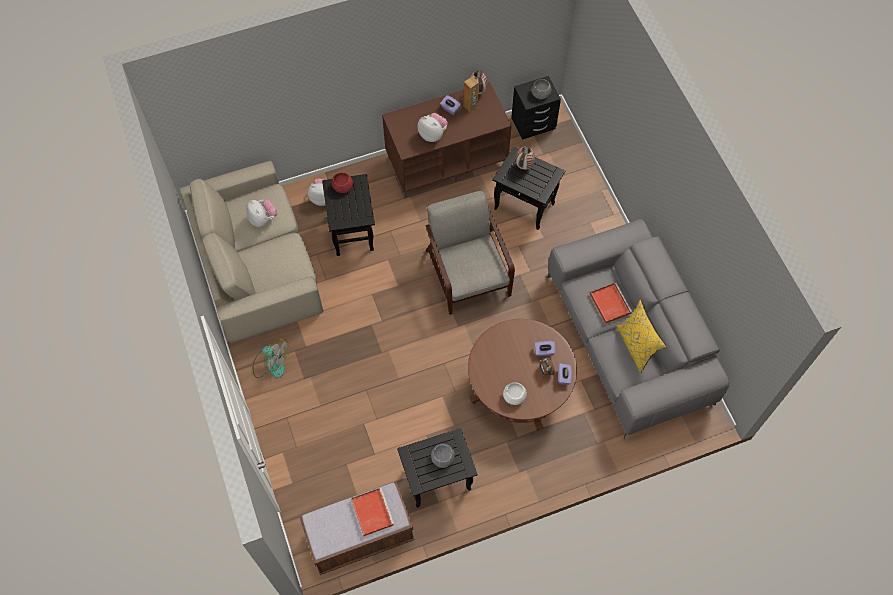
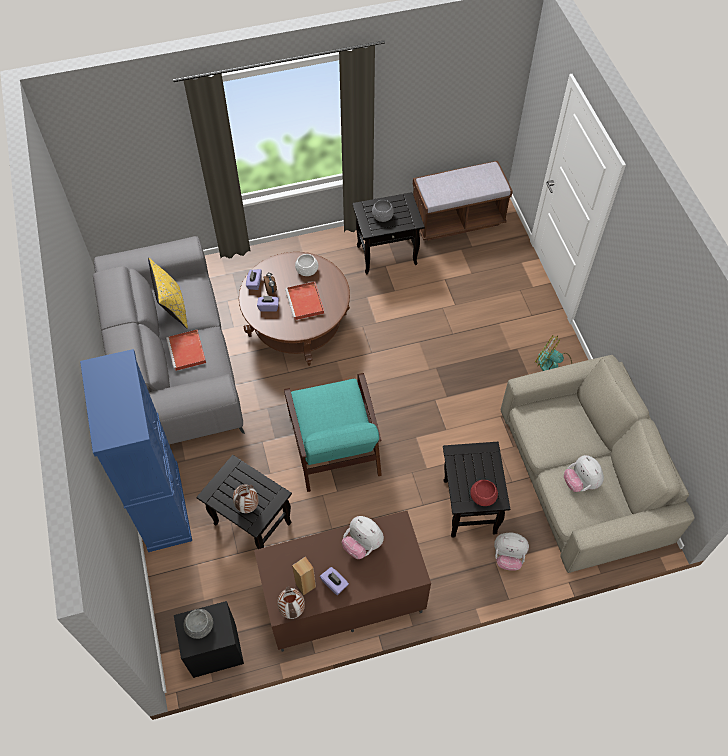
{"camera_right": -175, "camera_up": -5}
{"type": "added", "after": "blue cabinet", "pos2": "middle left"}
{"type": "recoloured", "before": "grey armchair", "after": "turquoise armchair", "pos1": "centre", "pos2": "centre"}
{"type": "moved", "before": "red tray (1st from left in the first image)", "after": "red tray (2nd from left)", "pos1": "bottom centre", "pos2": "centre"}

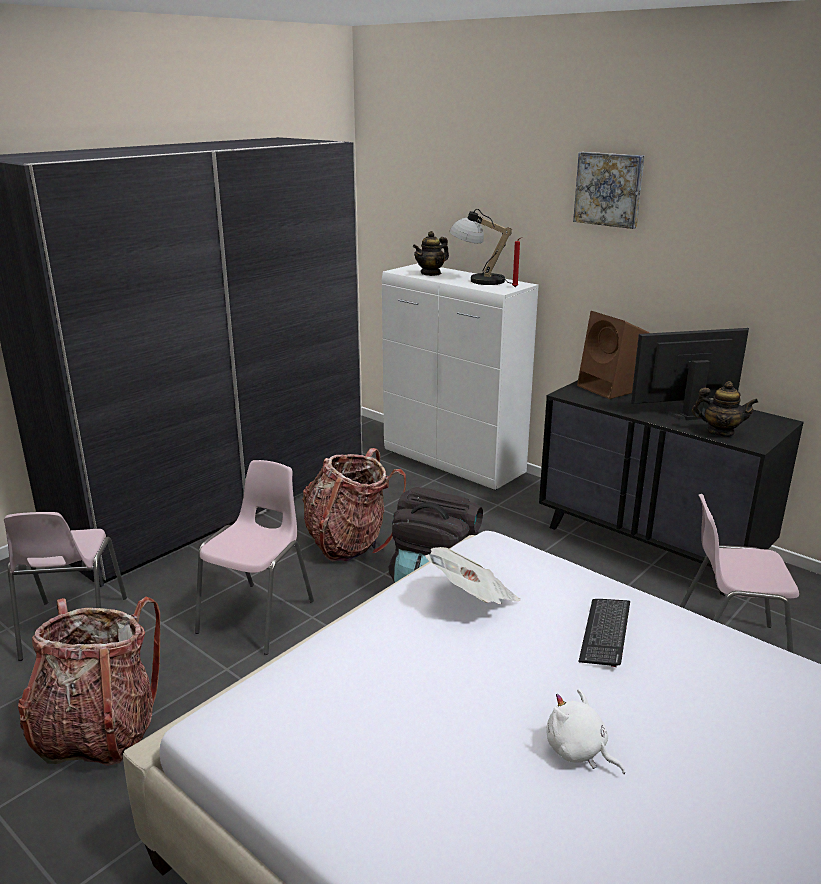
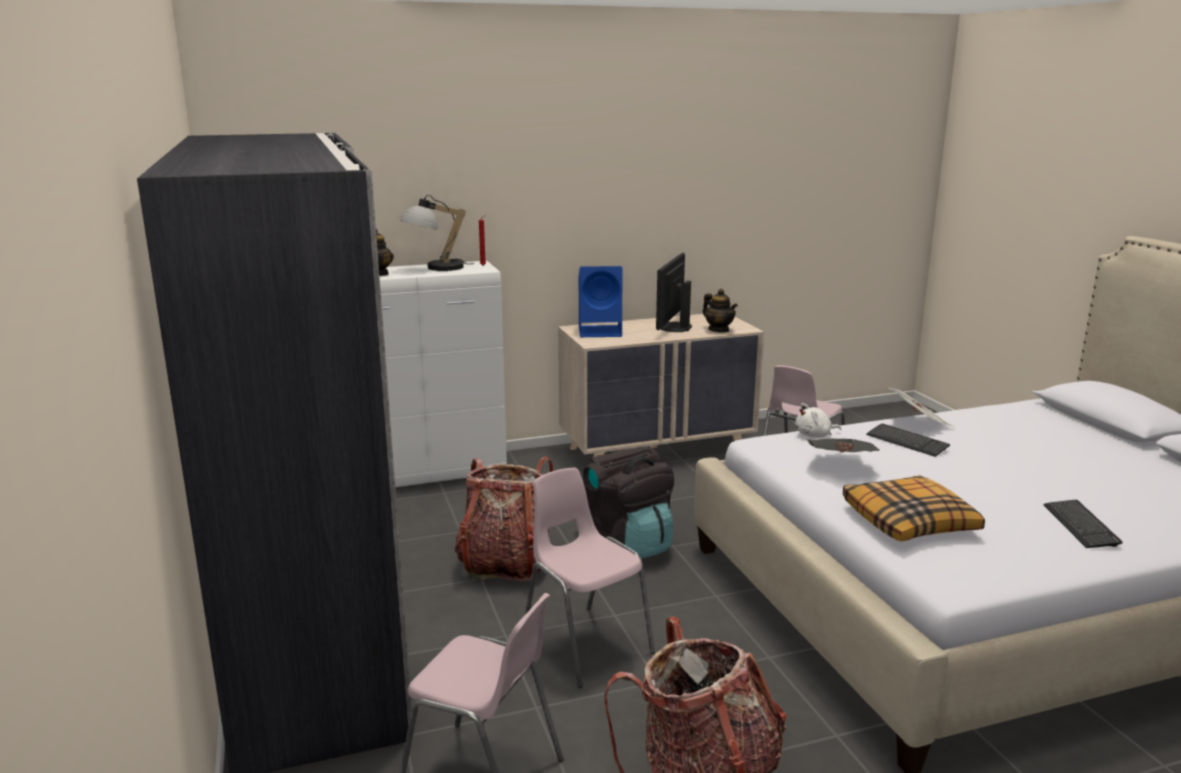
{"camera_right": -60, "camera_up": -5}
{"type": "recoloured", "before": "black dresser", "after": "beige dresser", "pos1": "middle right", "pos2": "centre"}
{"type": "recoloured", "before": "brown speaker", "after": "blue speaker", "pos1": "middle right", "pos2": "centre"}
{"type": "turned", "before": "teapot (2nd from left)", "pos1": "middle right", "pos2": "centre", "turn": 90}
{"type": "moved", "before": "white plush toy", "pos1": "bottom right", "pos2": "middle right"}
{"type": "added", "after": "pillow", "pos2": "middle right"}
{"type": "added", "after": "newspaper (2nd from left)", "pos2": "middle right"}
{"type": "added", "after": "keyboard (2nd from left)", "pos2": "bottom right"}
{"type": "removed", "before": "picture", "pos1": "top right"}

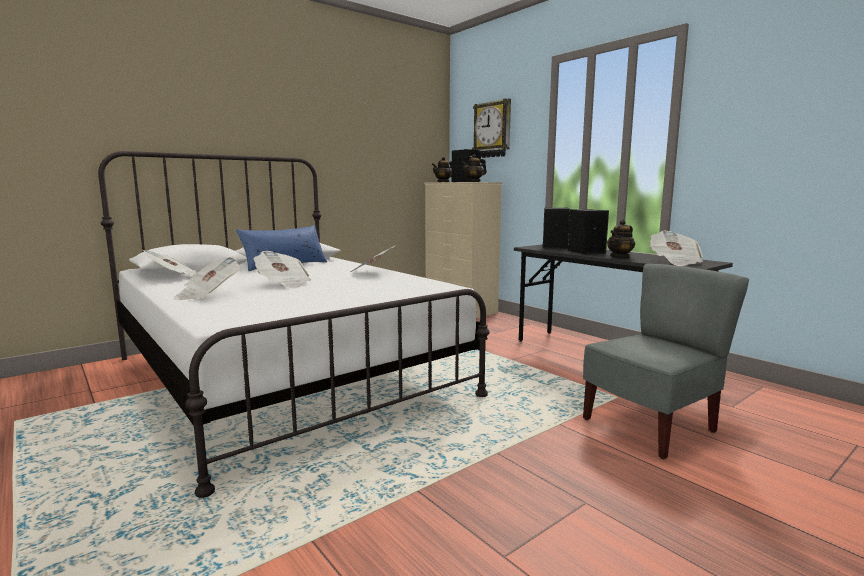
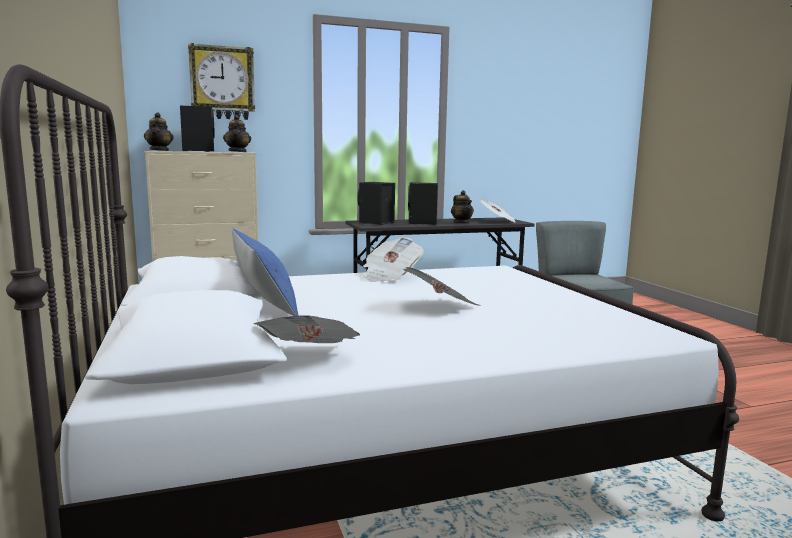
{"camera_right": -70, "camera_up": 0}
{"type": "removed", "before": "newspaper (2nd from left)", "pos1": "middle left"}

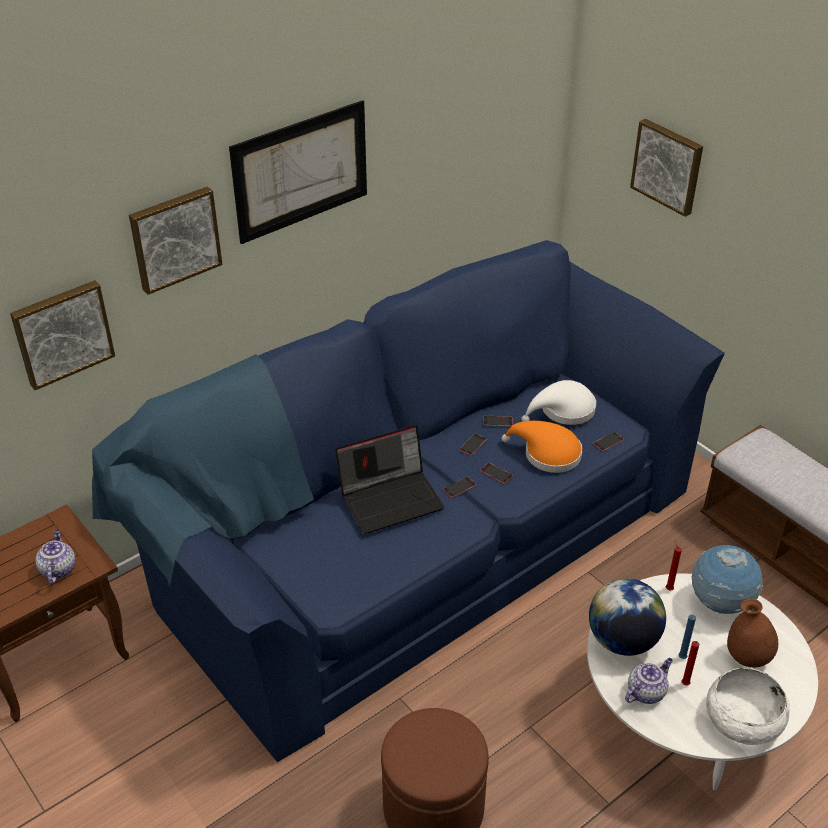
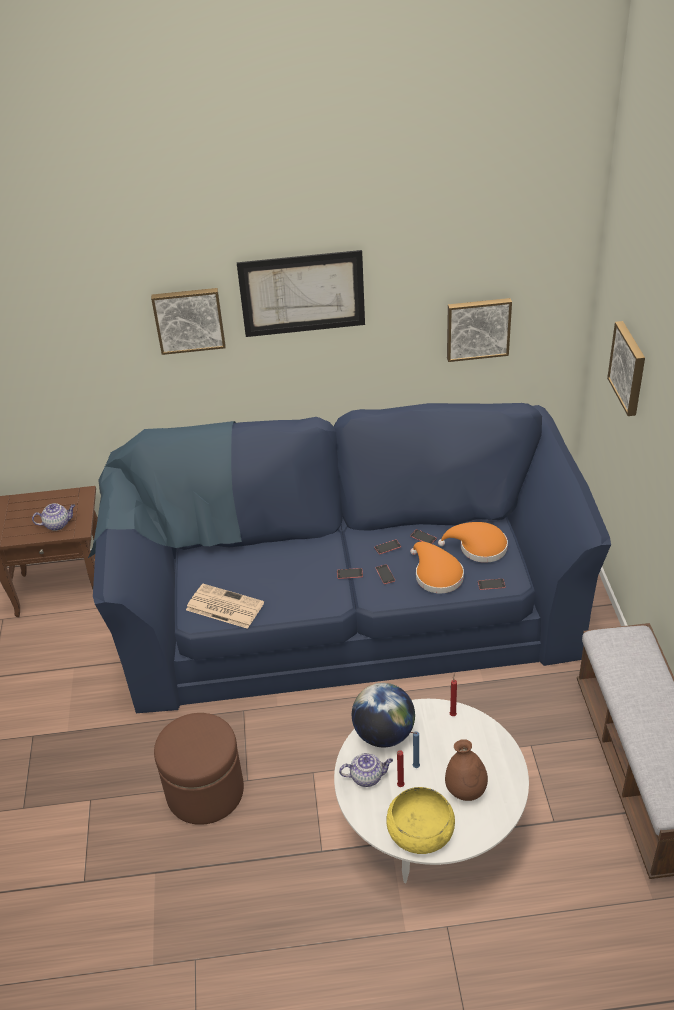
{"camera_right": 35, "camera_up": 0}
{"type": "turned", "before": "teapot (1st from left)", "pos1": "bottom left", "pos2": "middle left", "turn": 45}
{"type": "added", "after": "newspaper", "pos2": "centre"}
{"type": "recoloured", "before": "white bowl", "after": "yellow bowl", "pos1": "bottom right", "pos2": "bottom centre"}
{"type": "recoloured", "before": "white hat", "after": "orange hat (2nd from left)", "pos1": "middle right", "pos2": "middle right"}
{"type": "moved", "before": "picture (1st from left in the first image)", "after": "picture (3rd from left)", "pos1": "middle left", "pos2": "top right"}
{"type": "removed", "before": "laptop", "pos1": "centre"}
{"type": "removed", "before": "globe (2nd from left)", "pos1": "bottom right"}

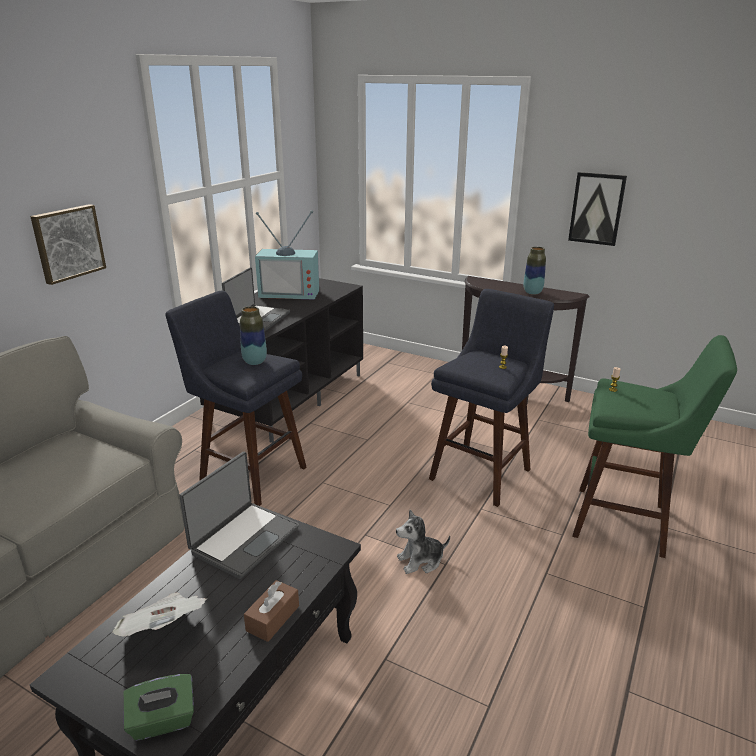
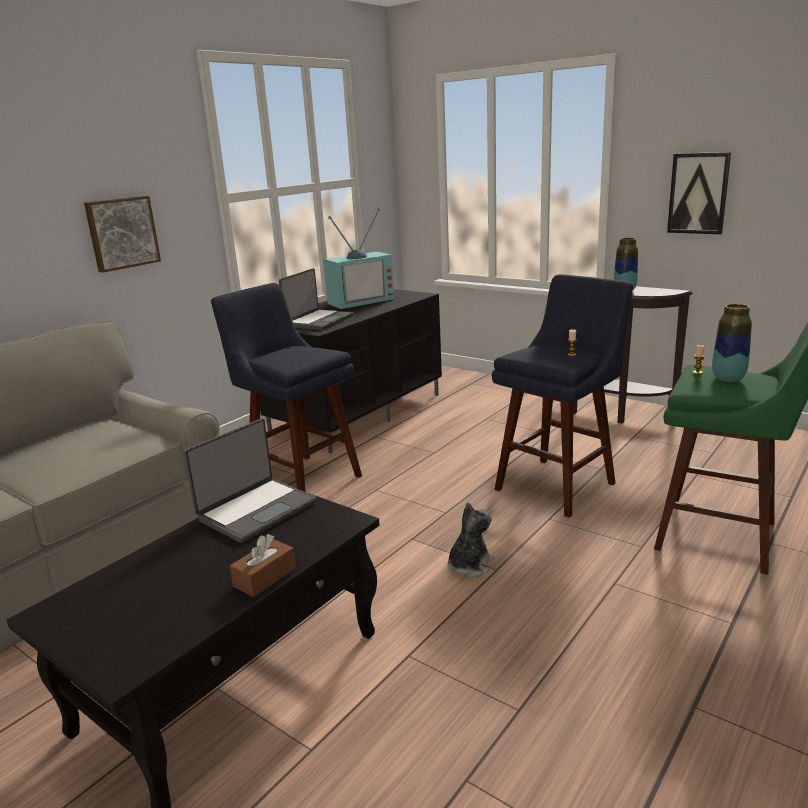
{"camera_right": 10, "camera_up": -5}
{"type": "turned", "before": "television", "pos1": "centre", "pos2": "top centre", "turn": -45}
{"type": "turned", "before": "plush toy", "pos1": "bottom centre", "pos2": "bottom centre", "turn": 135}
{"type": "moved", "before": "vase (1st from left in the first image)", "after": "vase (2nd from left)", "pos1": "centre", "pos2": "middle right"}
{"type": "removed", "before": "newspaper", "pos1": "bottom left"}
{"type": "removed", "before": "green tissue box", "pos1": "bottom left"}

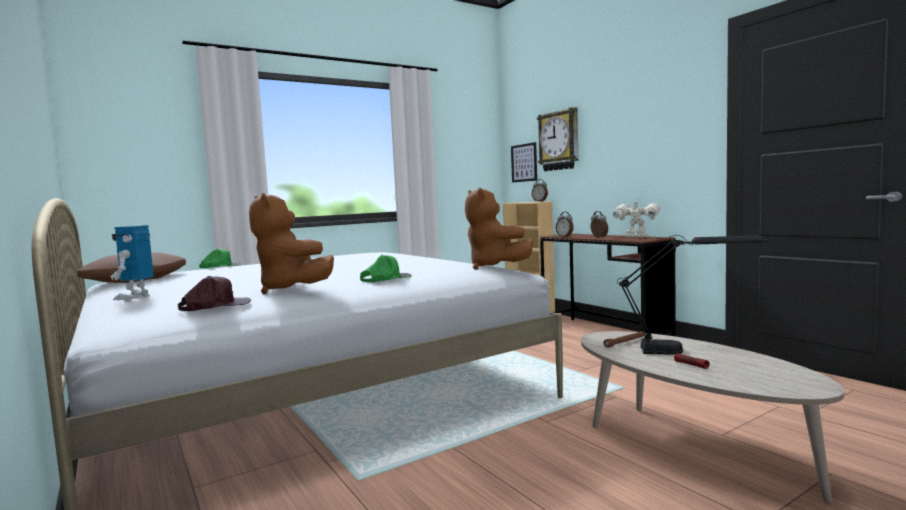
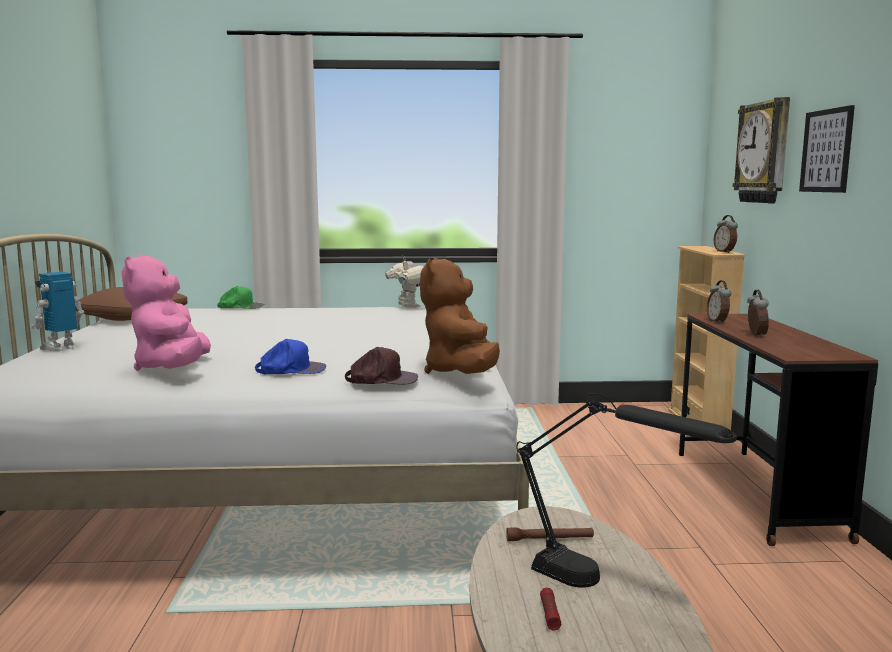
{"camera_right": 30, "camera_up": 5}
{"type": "recoloured", "before": "brown plush toy (1st from left)", "after": "pink plush toy", "pos1": "middle left", "pos2": "middle left"}
{"type": "recoloured", "before": "green cap (2nd from left)", "after": "blue cap", "pos1": "centre", "pos2": "middle left"}
{"type": "moved", "before": "brown cap", "pos1": "middle left", "pos2": "centre"}
{"type": "moved", "before": "toy robot (2nd from left)", "pos1": "middle right", "pos2": "centre"}
{"type": "moved", "before": "picture", "pos1": "top centre", "pos2": "top right"}

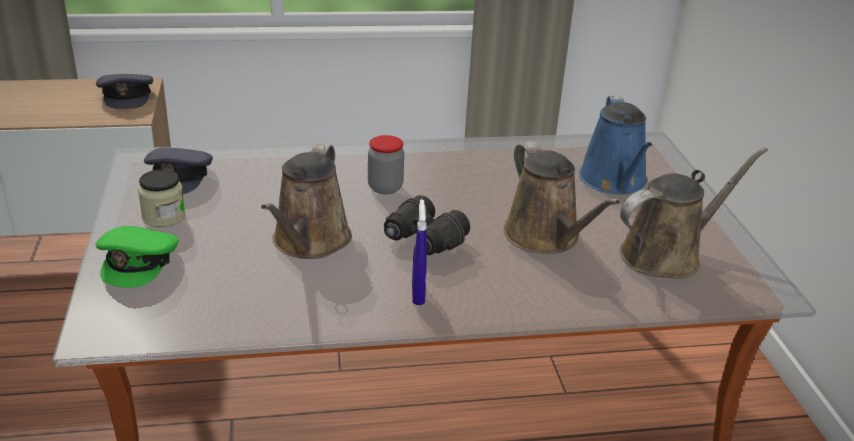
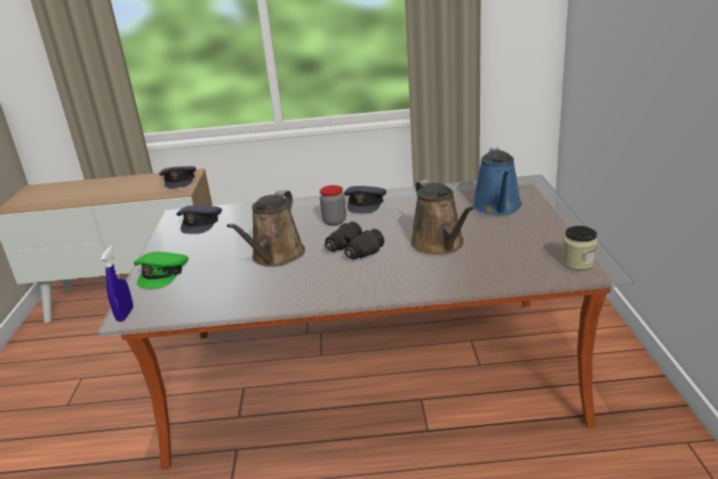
{"camera_right": 10, "camera_up": -5}
{"type": "moved", "before": "blue spray bottle", "pos1": "centre", "pos2": "middle left"}
{"type": "added", "after": "grey cap (3rd from left)", "pos2": "centre"}
{"type": "moved", "before": "jar (1st from left in the first image)", "after": "jar (2nd from left)", "pos1": "middle left", "pos2": "middle right"}
{"type": "removed", "before": "brown watering can (3rd from left)", "pos1": "middle right"}

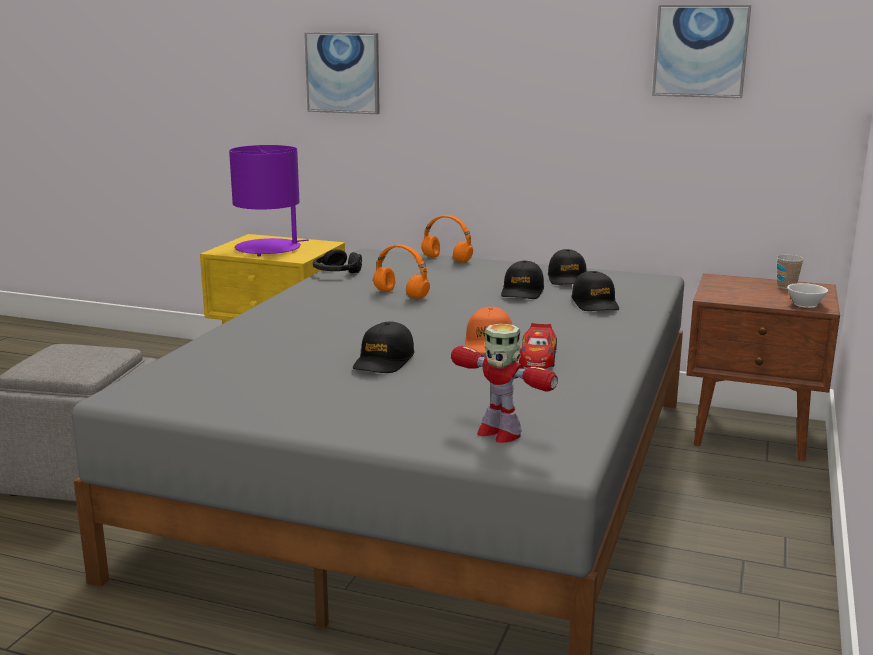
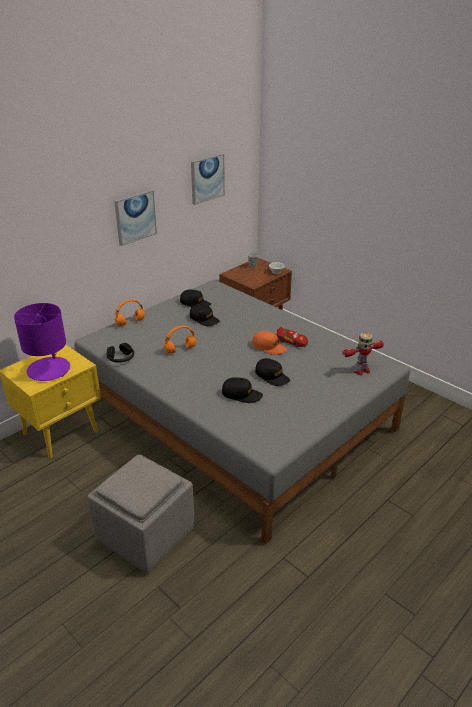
{"camera_right": -65, "camera_up": 15}
{"type": "moved", "before": "picture (1st from left)", "pos1": "top centre", "pos2": "top left"}
{"type": "moved", "before": "black cap (4th from left in the first image)", "after": "black cap (3rd from left)", "pos1": "middle right", "pos2": "centre"}

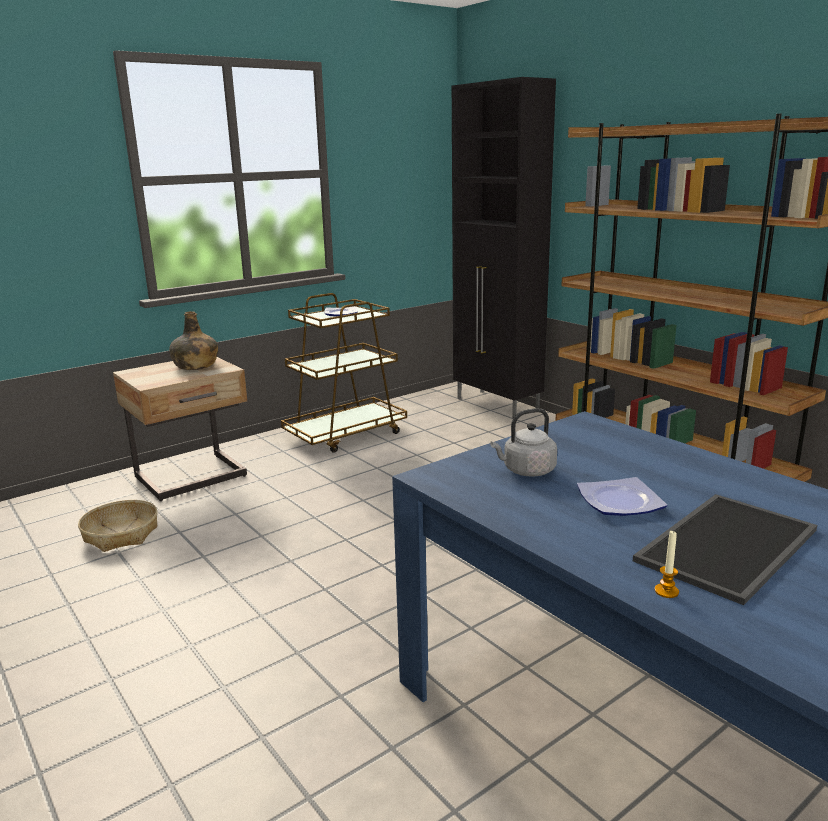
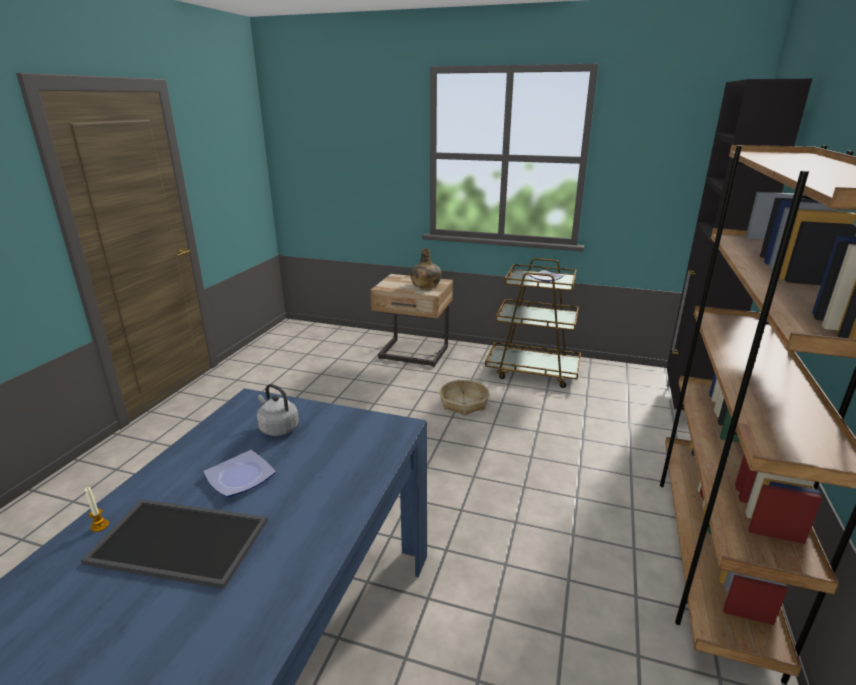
{"camera_right": 55, "camera_up": 5}
{"type": "moved", "before": "basket", "pos1": "middle left", "pos2": "centre"}

